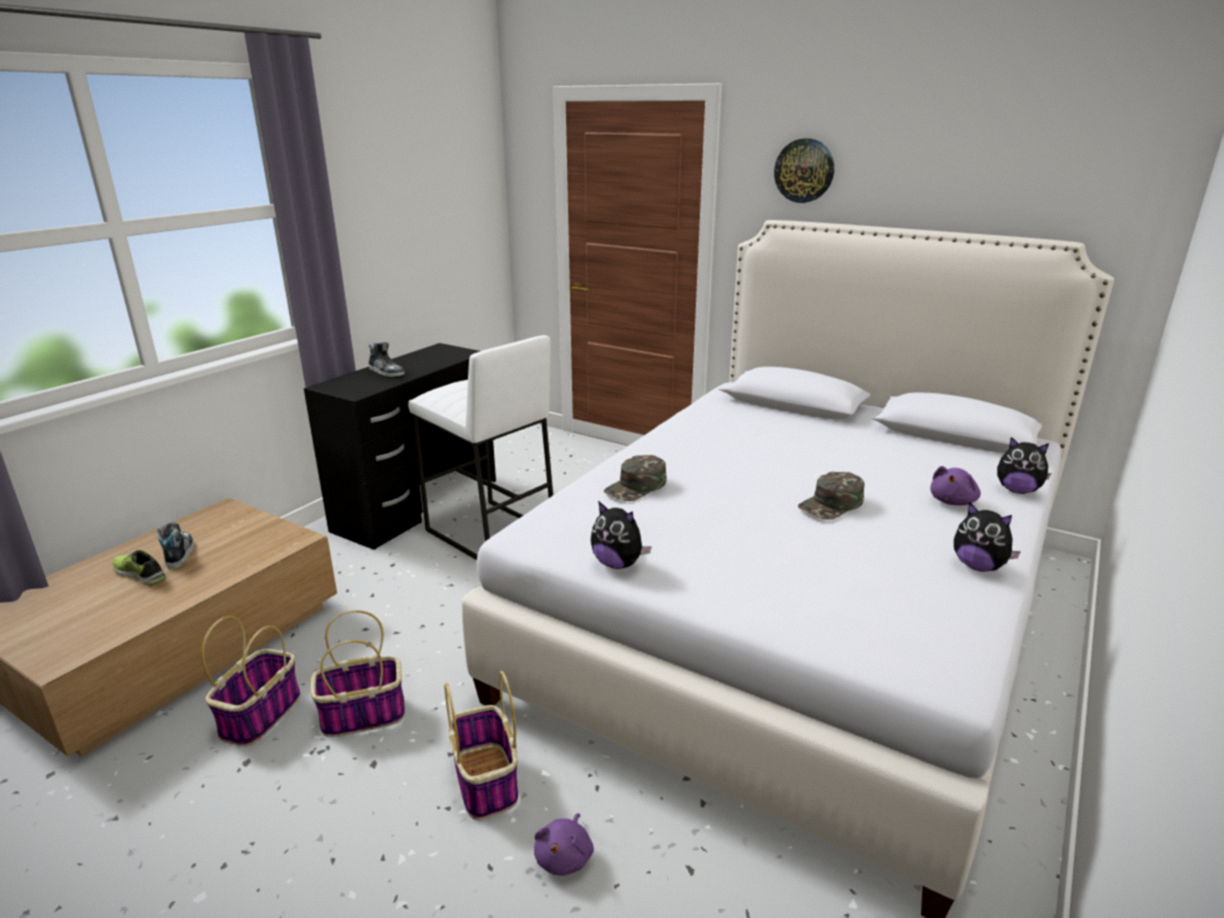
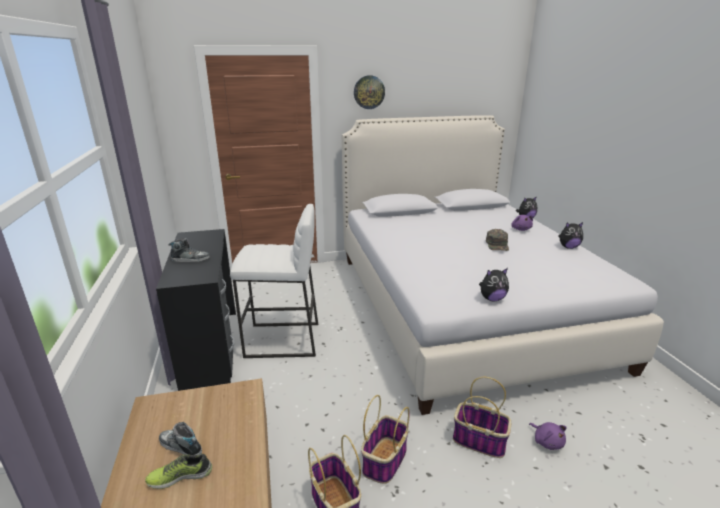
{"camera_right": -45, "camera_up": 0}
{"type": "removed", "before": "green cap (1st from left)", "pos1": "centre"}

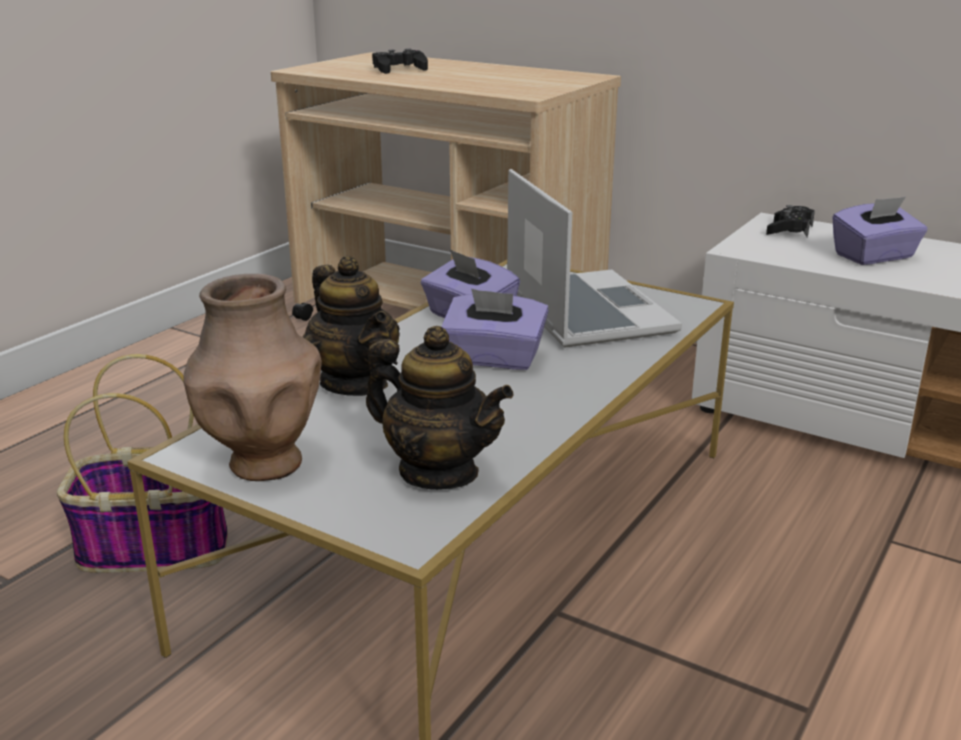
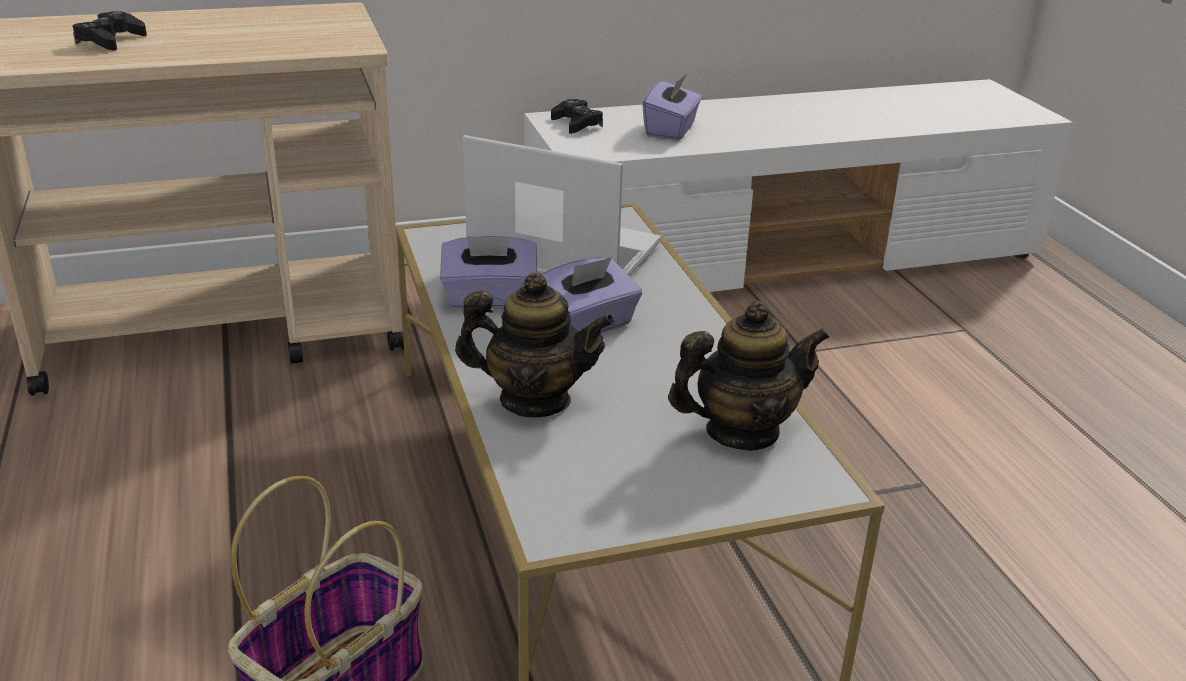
{"camera_right": -50, "camera_up": 5}
{"type": "removed", "before": "brown vase", "pos1": "middle left"}

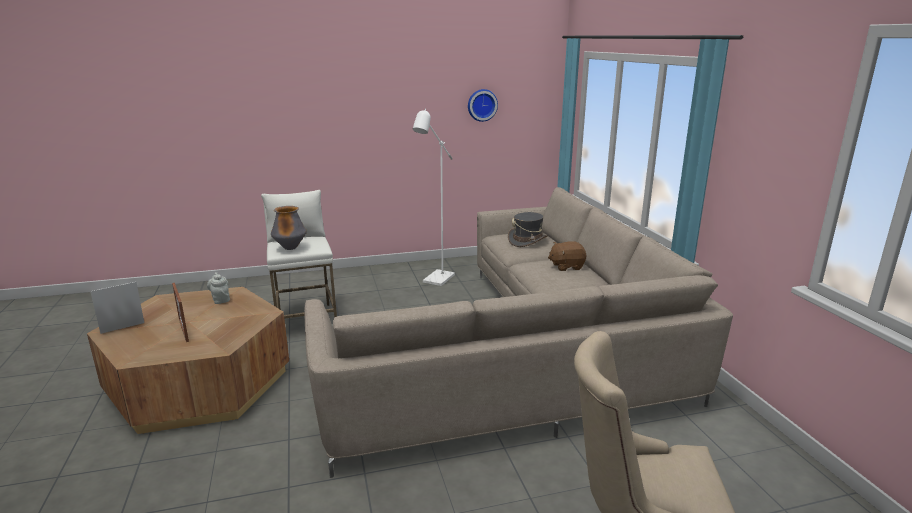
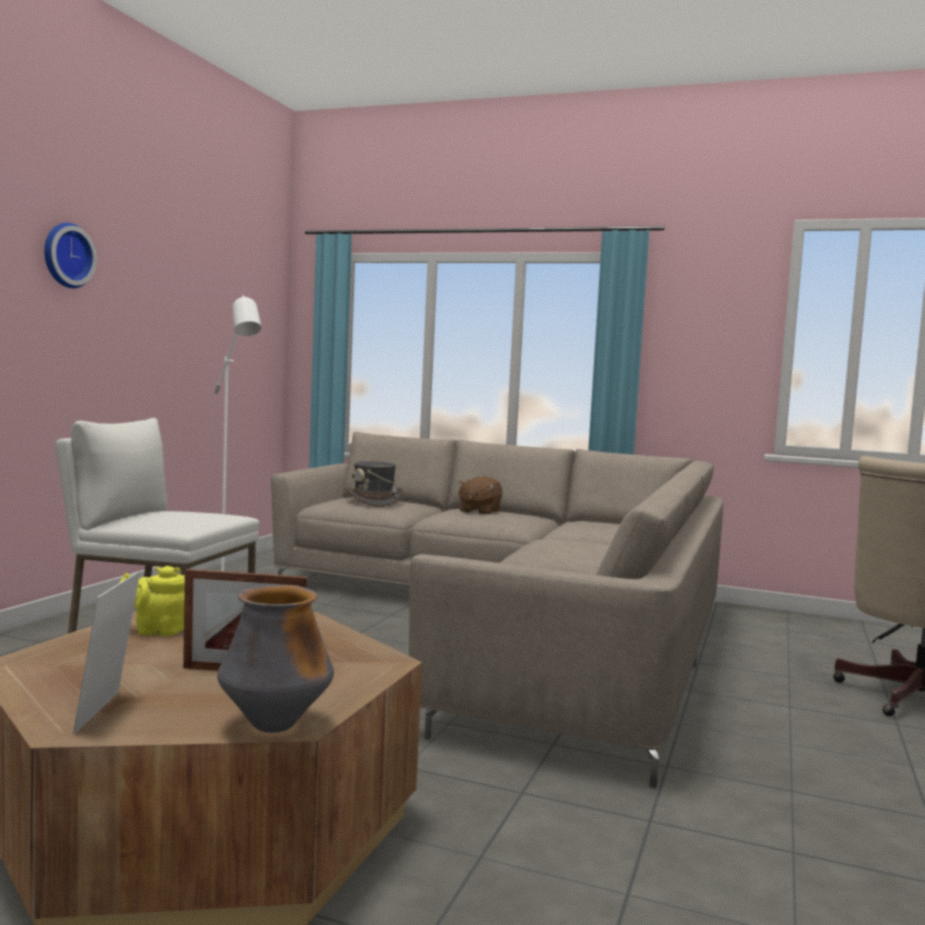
{"camera_right": -55, "camera_up": -15}
{"type": "moved", "before": "wall clock", "pos1": "top centre", "pos2": "top left"}
{"type": "recoloured", "before": "grey teapot", "after": "yellow teapot", "pos1": "middle left", "pos2": "middle left"}
{"type": "moved", "before": "vase", "pos1": "middle left", "pos2": "bottom left"}

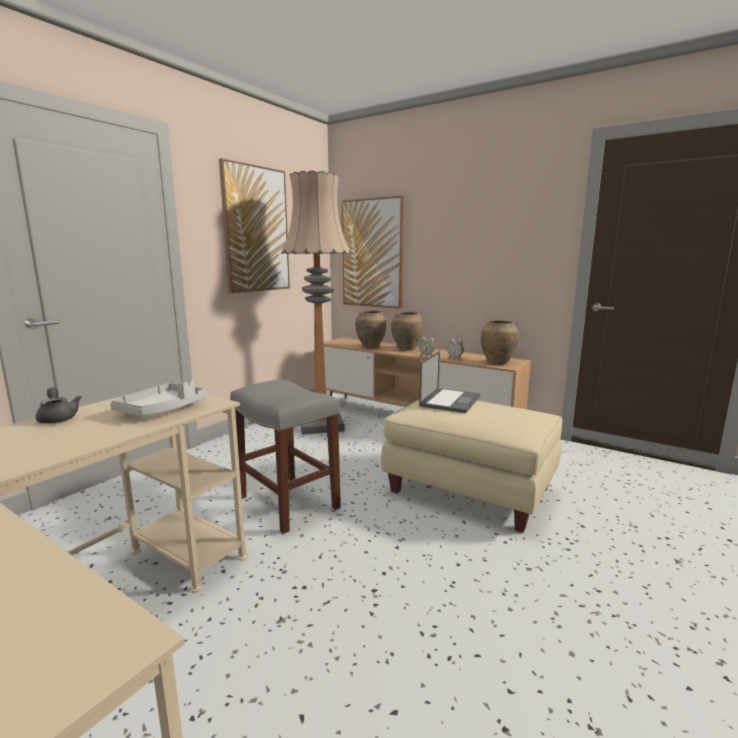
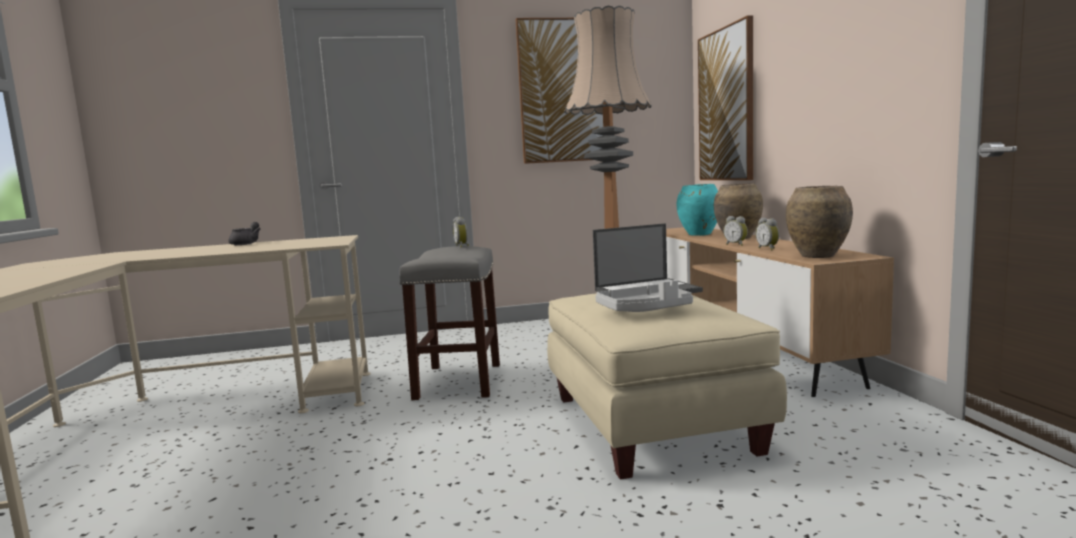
{"camera_right": 45, "camera_up": -5}
{"type": "added", "after": "alarm clock (1st from left)", "pos2": "centre"}
{"type": "moved", "before": "grey tray", "pos1": "middle left", "pos2": "centre"}
{"type": "recoloured", "before": "brown vase (1st from left)", "after": "turquoise vase", "pos1": "centre", "pos2": "centre"}

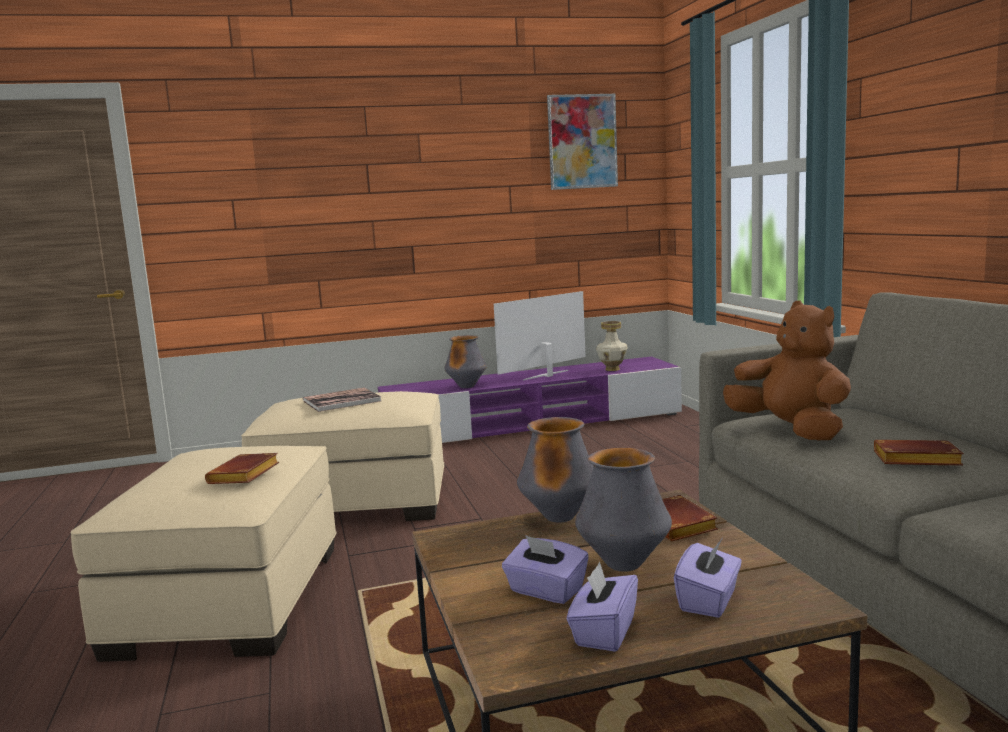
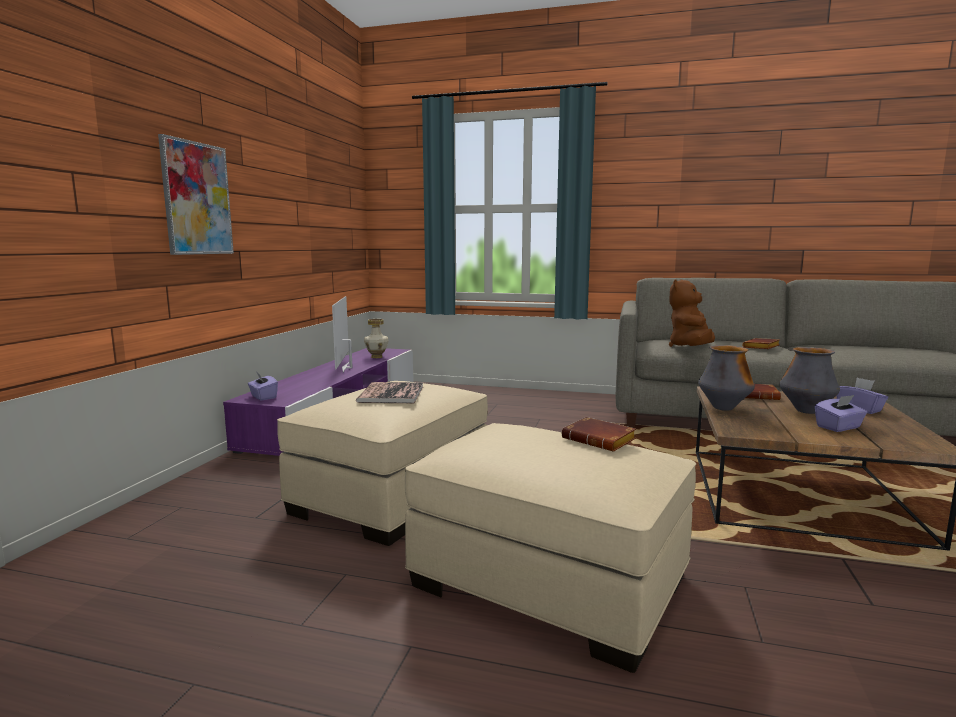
{"camera_right": -60, "camera_up": 0}
{"type": "moved", "before": "picture", "pos1": "top centre", "pos2": "top left"}
{"type": "moved", "before": "purple tissue box (2nd from left in the first image)", "after": "purple tissue box (1st from left)", "pos1": "bottom centre", "pos2": "middle left"}
{"type": "turned", "before": "brown plush toy", "pos1": "middle right", "pos2": "middle right", "turn": -60}
{"type": "removed", "before": "vase (1st from left)", "pos1": "centre"}

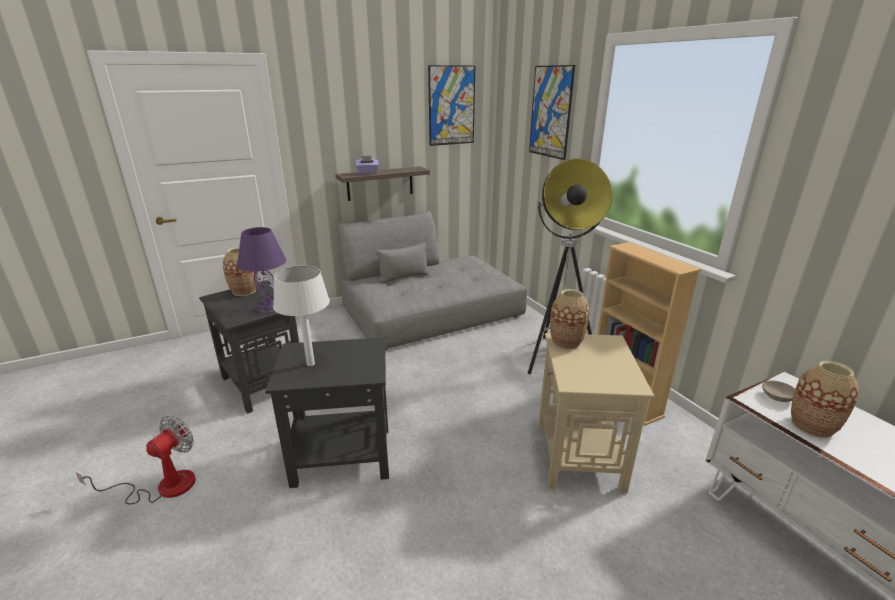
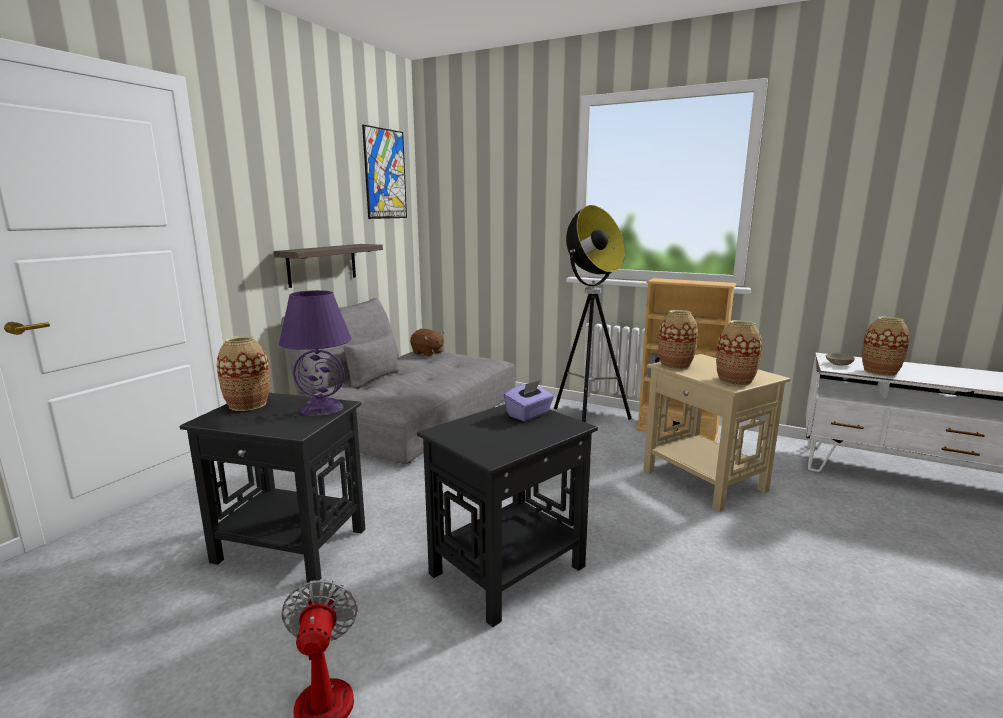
{"camera_right": -35, "camera_up": -10}
{"type": "added", "after": "brown plush toy", "pos2": "centre"}
{"type": "moved", "before": "purple tissue box", "pos1": "top centre", "pos2": "centre"}
{"type": "added", "after": "vase (3rd from left)", "pos2": "middle right"}
{"type": "removed", "before": "white table lamp", "pos1": "centre"}
{"type": "removed", "before": "picture (2nd from left)", "pos1": "top centre"}

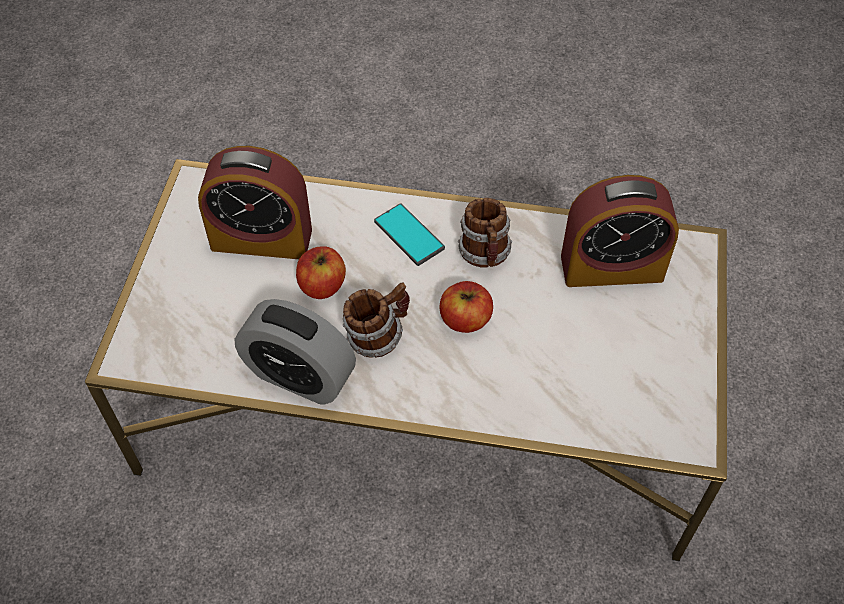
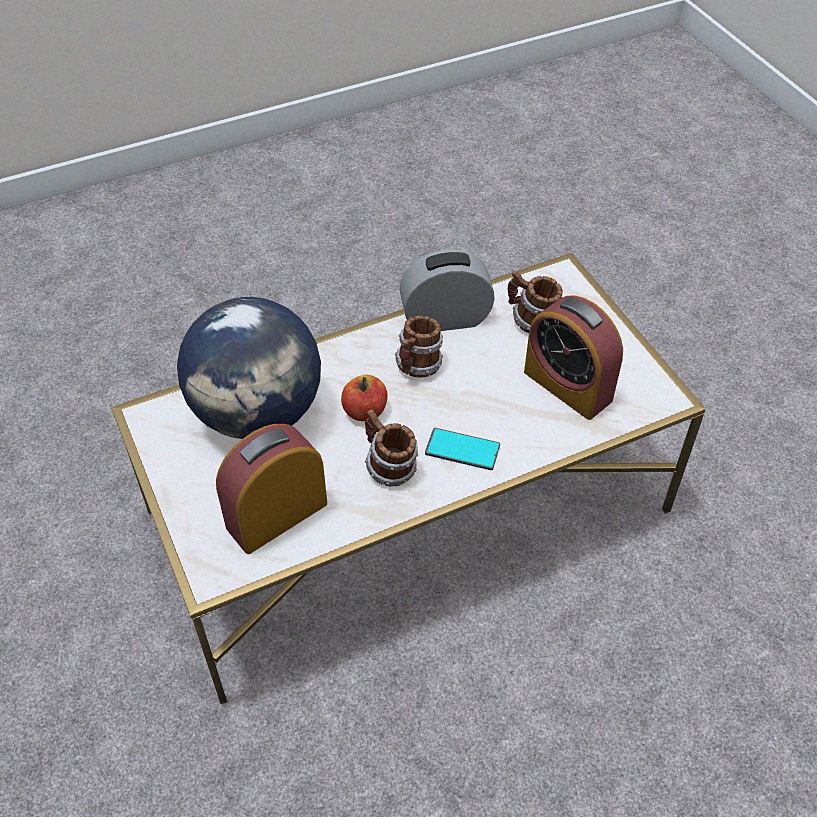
{"camera_right": 145, "camera_up": -5}
{"type": "added", "after": "globe", "pos2": "middle left"}
{"type": "added", "after": "mug (3rd from left)", "pos2": "centre"}
{"type": "turned", "before": "alarm clock (1st from left in the first image)", "pos1": "middle left", "pos2": "middle right", "turn": -105}
{"type": "removed", "before": "apple (1st from left)", "pos1": "centre"}

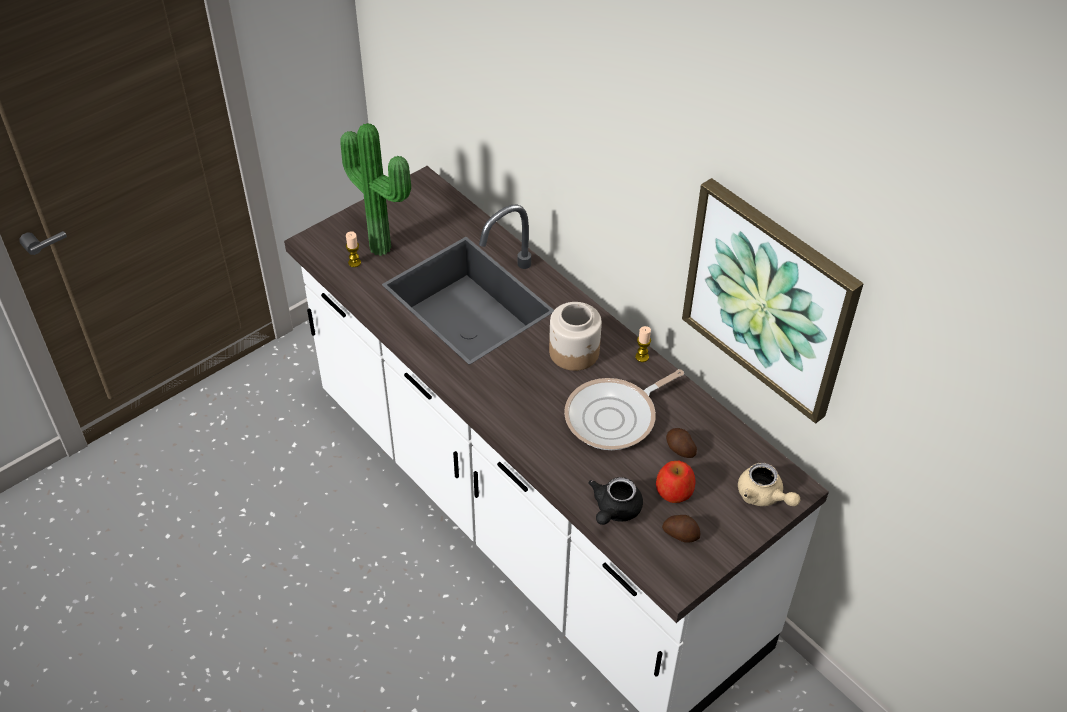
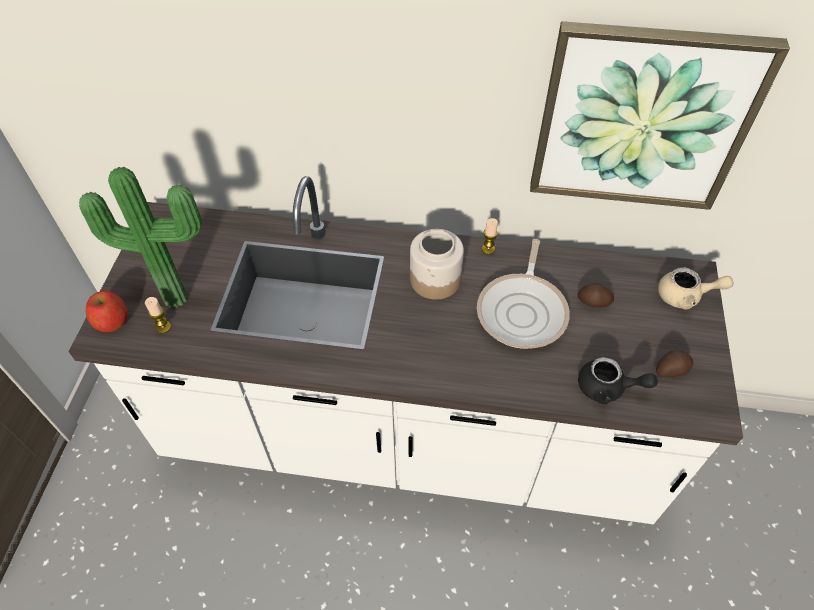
{"camera_right": -40, "camera_up": 5}
{"type": "moved", "before": "apple", "pos1": "bottom centre", "pos2": "middle left"}
{"type": "turned", "before": "black teapot", "pos1": "bottom centre", "pos2": "middle right", "turn": -60}

